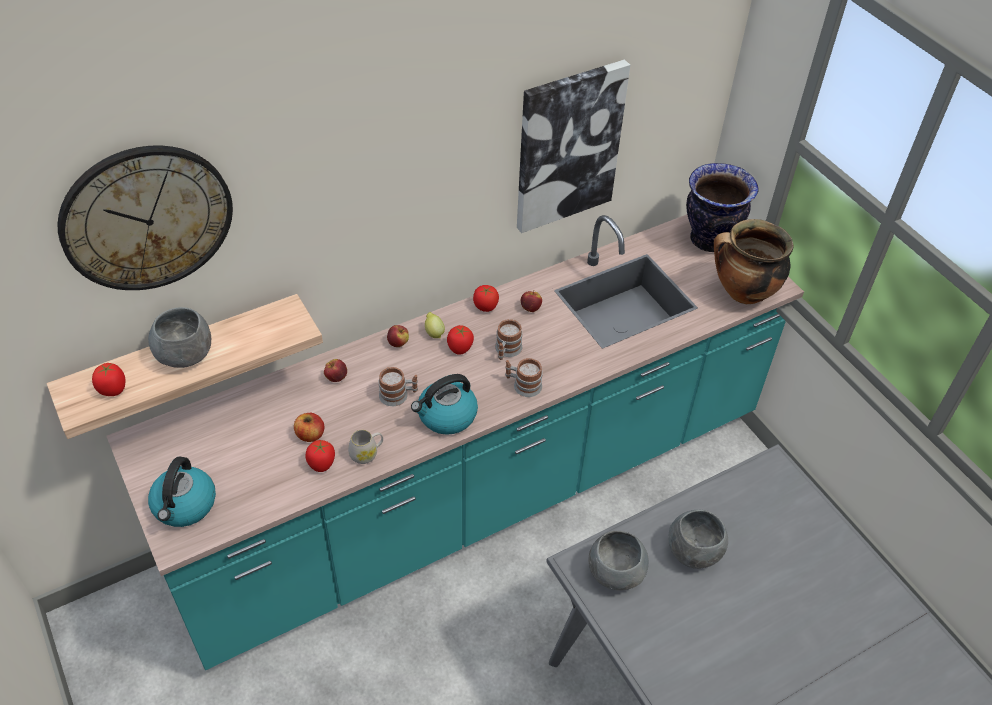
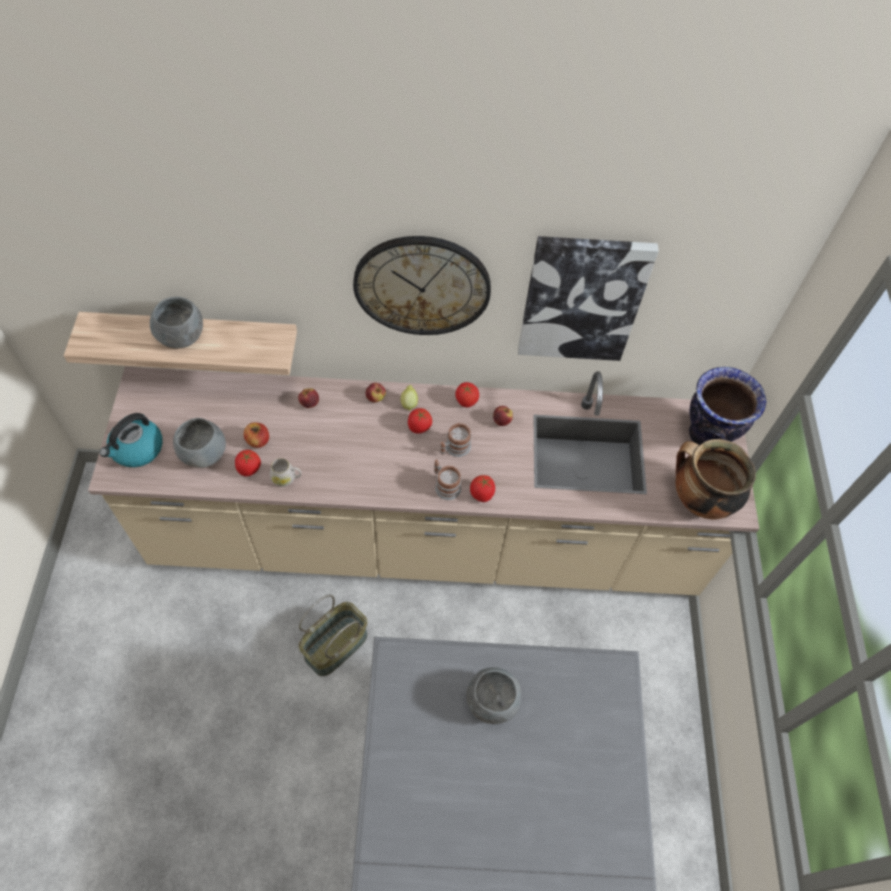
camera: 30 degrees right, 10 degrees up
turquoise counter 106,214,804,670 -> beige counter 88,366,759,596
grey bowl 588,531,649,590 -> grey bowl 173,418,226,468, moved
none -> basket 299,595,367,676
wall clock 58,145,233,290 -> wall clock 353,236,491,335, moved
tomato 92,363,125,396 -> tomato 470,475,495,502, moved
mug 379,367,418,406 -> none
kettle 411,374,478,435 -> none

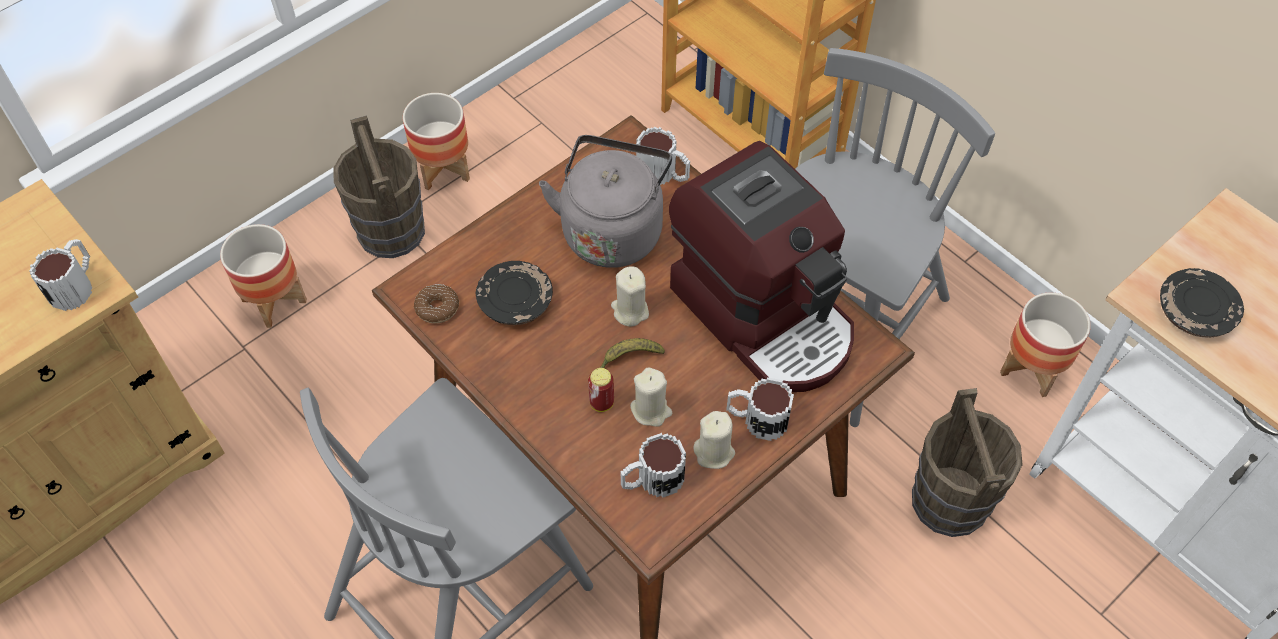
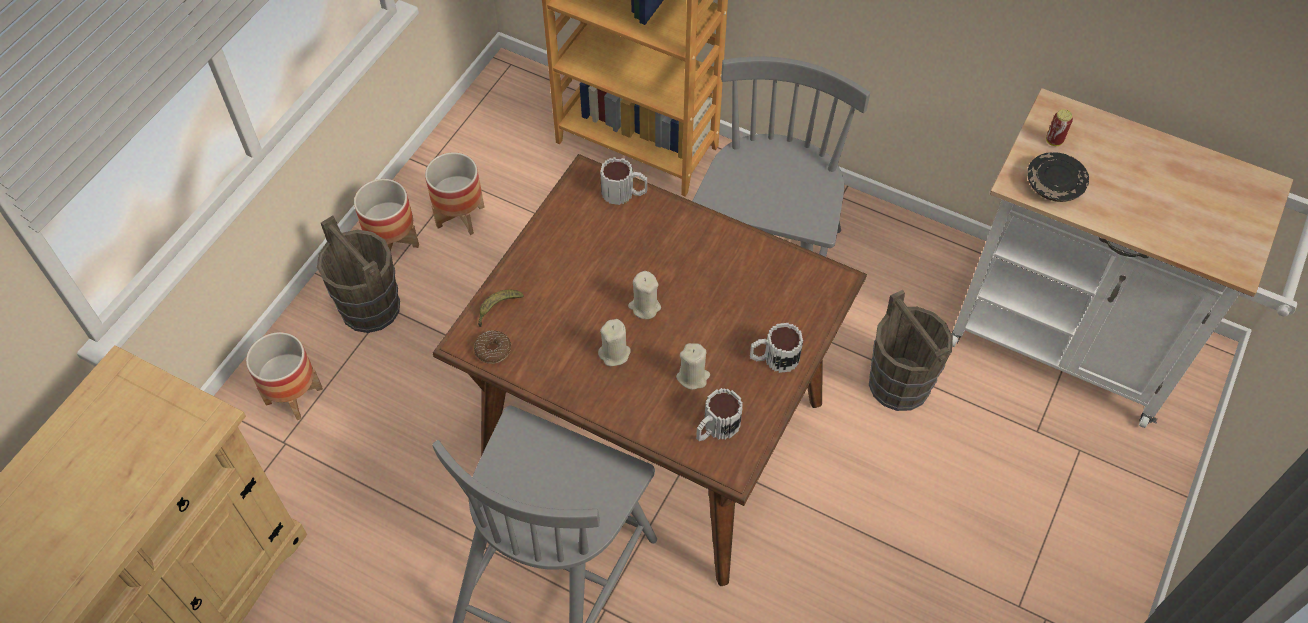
camera: 20 degrees left, 0 degrees up
planter 1000,292,1091,397 -> planter 425,152,485,235, moved
banana 600,338,665,368 -> banana 478,290,524,327, moved
beige candle 694,411,735,469 -> beige candle 598,319,631,366, moved
can 588,368,614,412 -> can 1046,109,1073,146, moved
mug 29,239,92,311 -> none
black plate 476,261,553,325 -> none
grey kettle 539,135,672,268 -> none
coffee machine 669,141,854,392 -> none

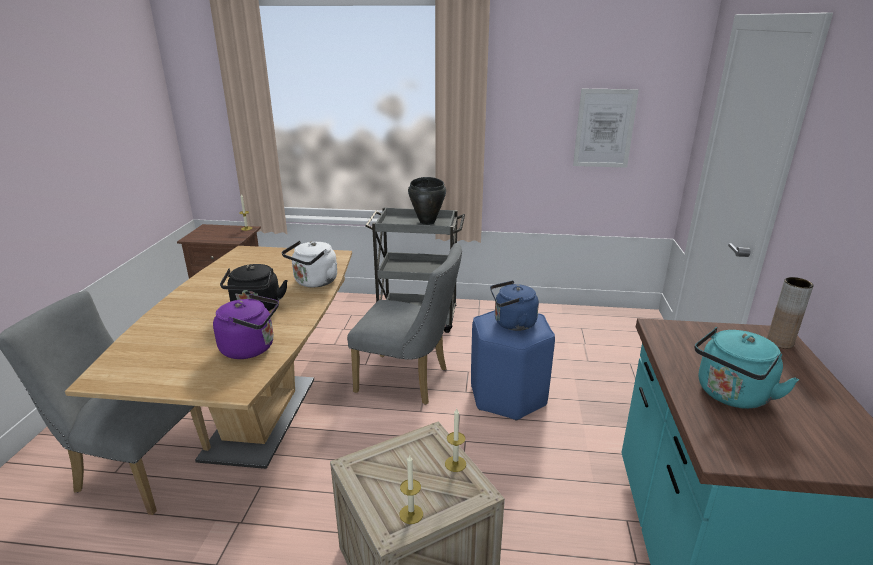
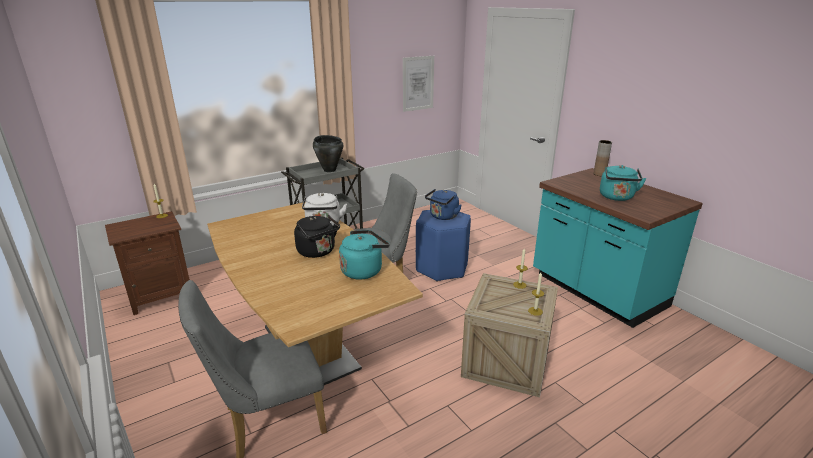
camera: 40 degrees left, 0 degrees up
purple kettle 213,294,279,359 -> turquoise kettle 339,230,390,280

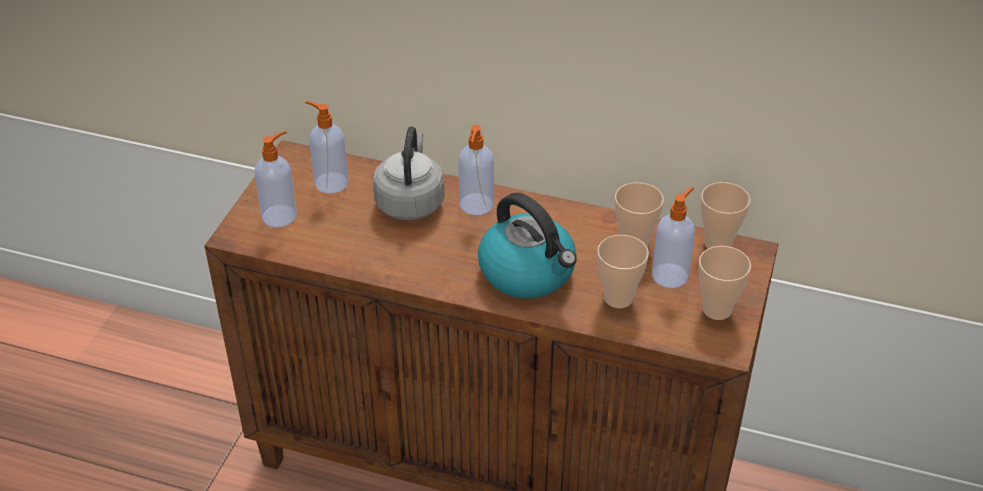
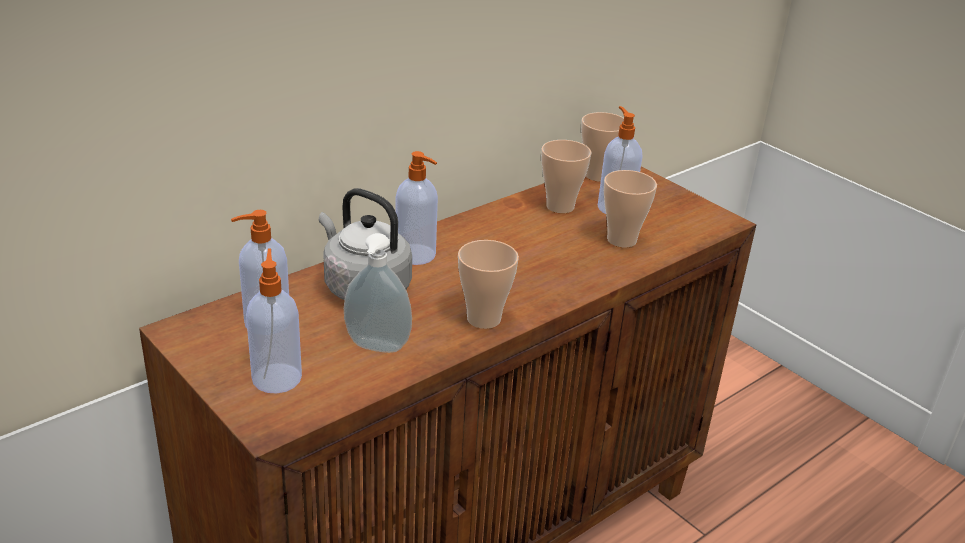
camera: 60 degrees left, 10 degrees down
none -> soap dispenser 344,233,412,353
cup 698,246,751,320 -> cup 458,240,519,329, moved
kettle 478,193,577,299 -> none

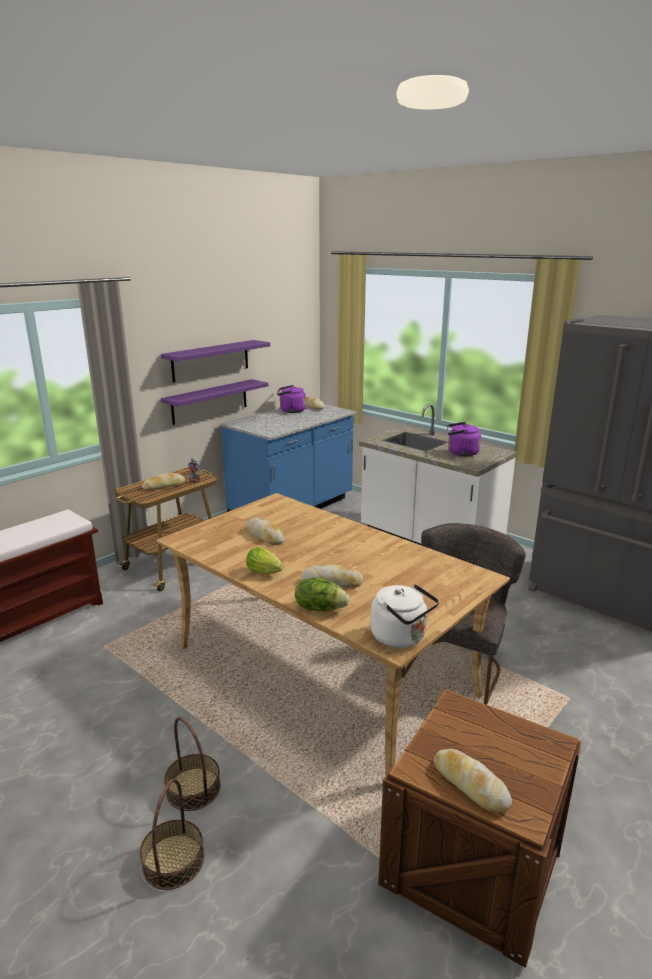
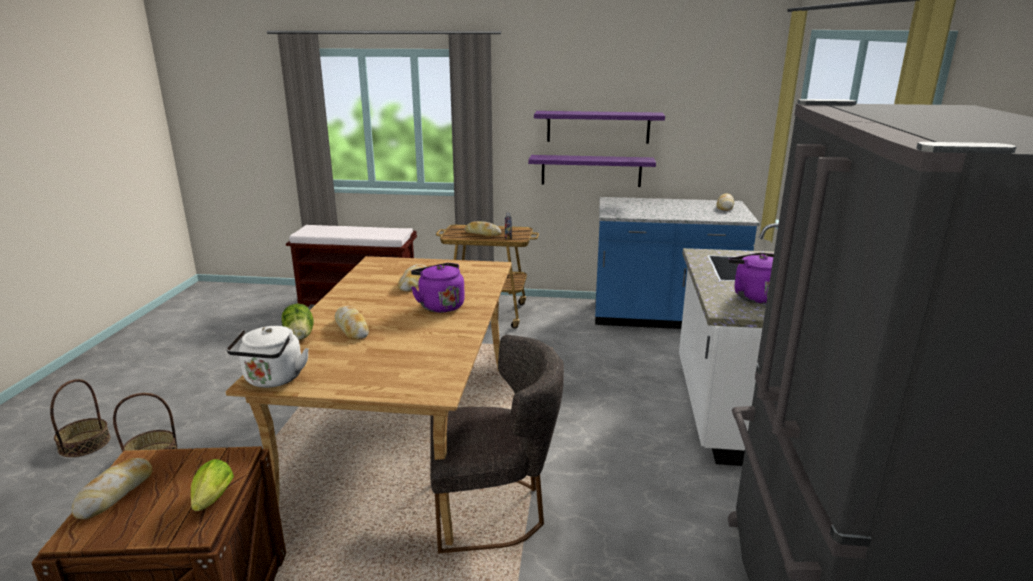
camera: 55 degrees right, 0 degrees up
basket 164,717,221,811 -> basket 50,379,111,457, moved
lettuce 246,547,284,574 -> lettuce 191,459,234,511, moved
purple kettle 277,385,306,413 -> purple kettle 411,263,465,313, moved

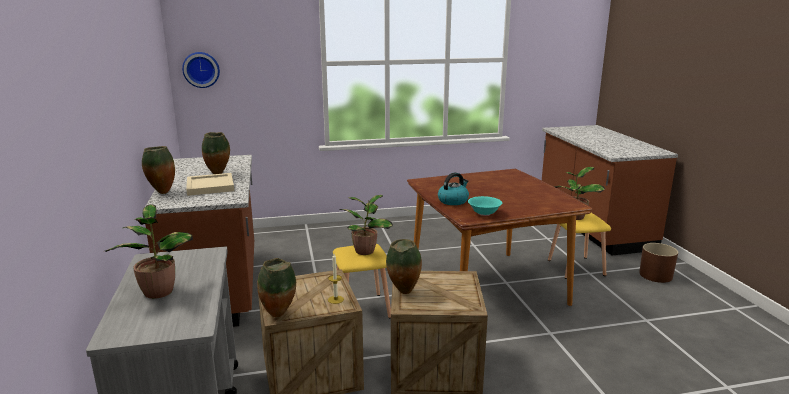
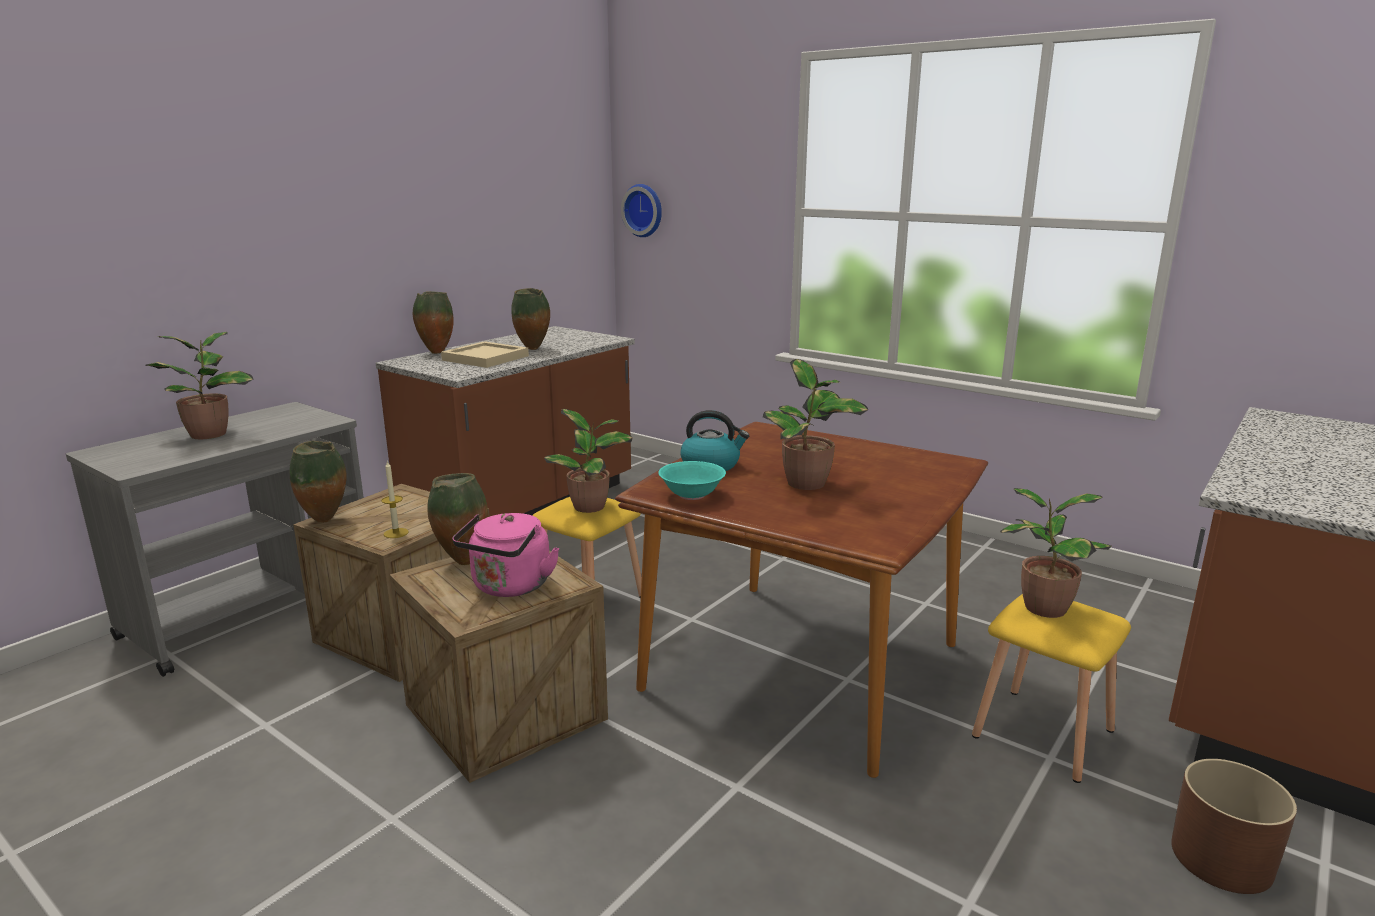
camera: 50 degrees right, 0 degrees up
none -> pink kettle 452,513,560,597
none -> potted plant 763,359,868,490

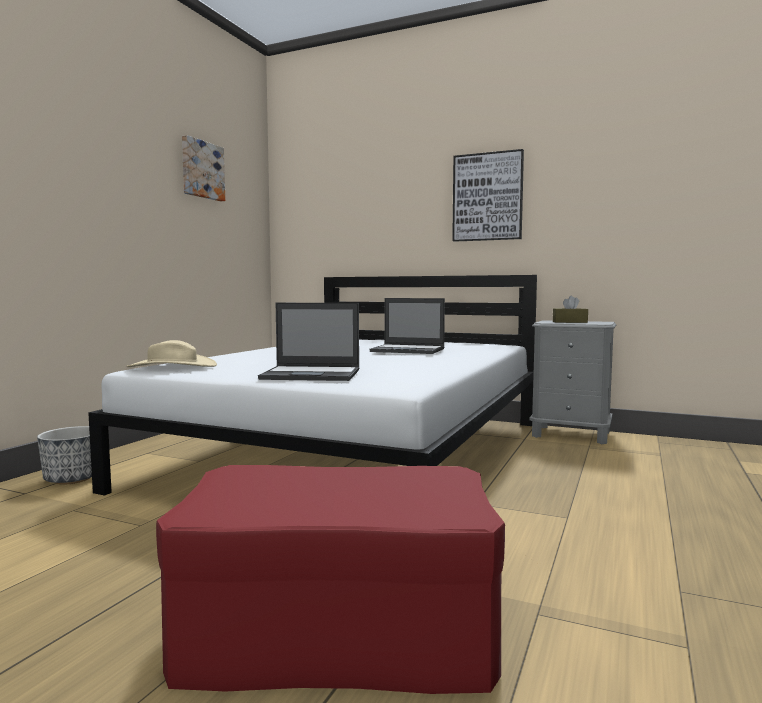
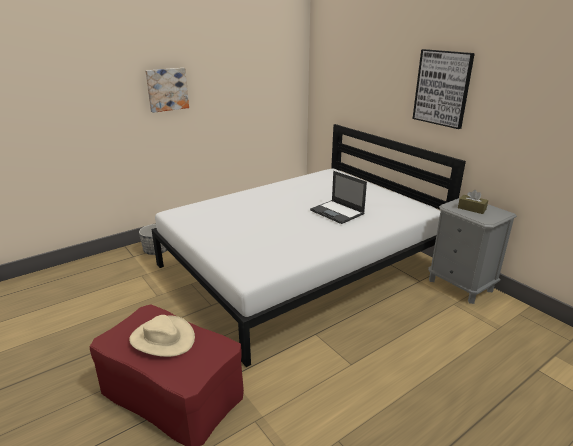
camera: 30 degrees right, 20 degrees up
beige hat 126,340,217,367 -> beige hat 129,315,195,357, moved
picture 182,135,225,201 -> picture 145,68,189,113, moved
laptop 258,303,359,381 -> none

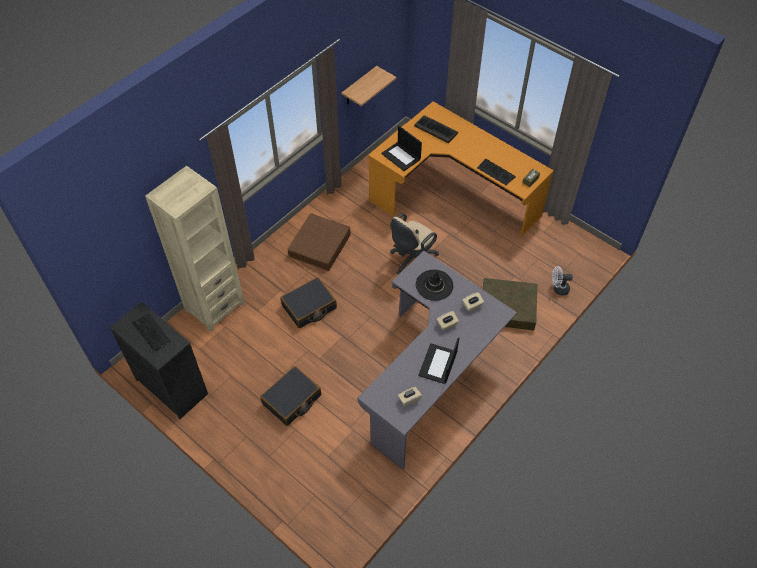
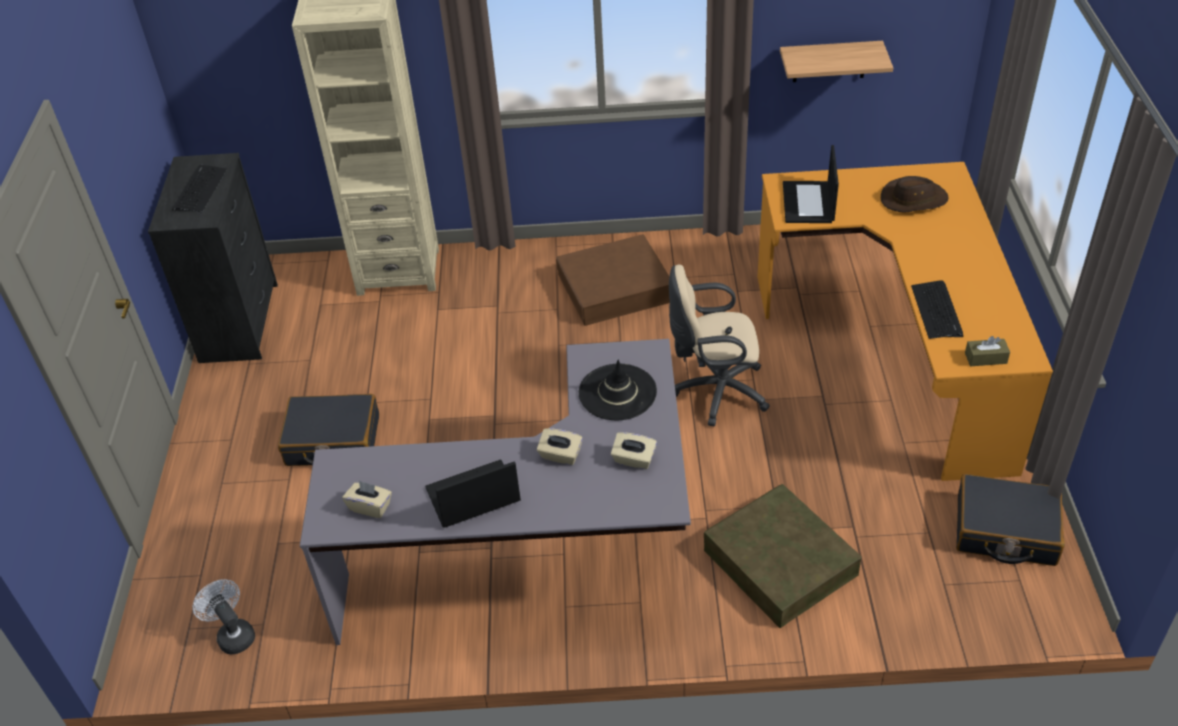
camera: 50 degrees right, 10 degrees down
white fan 552,266,573,295 -> white fan 193,579,255,654, moved
keyboard 414,115,458,144 -> brown hat 881,176,949,213
black suitcase 280,277,337,328 -> black suitcase 956,474,1065,566, moved

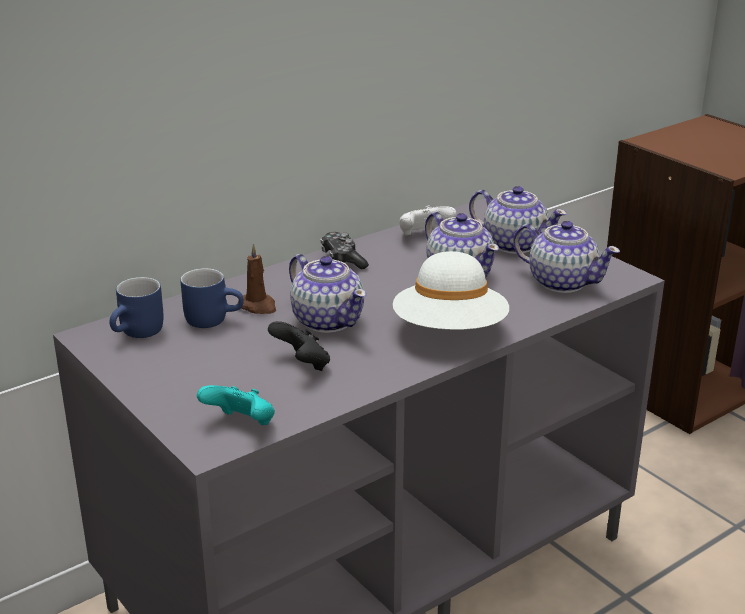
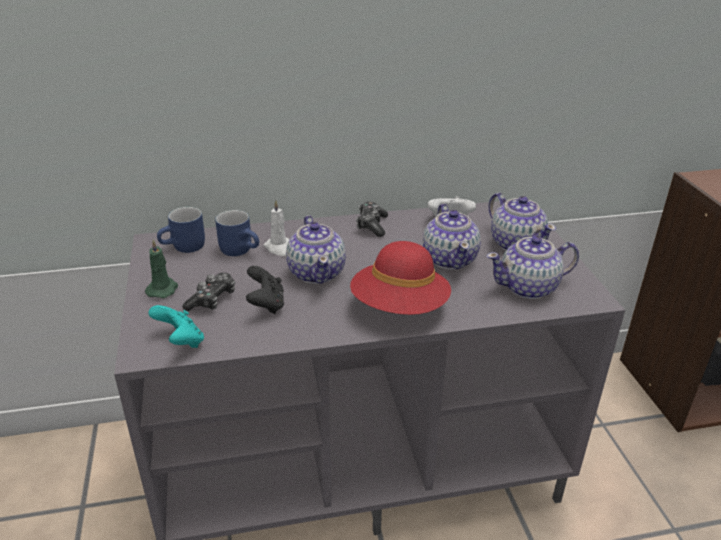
camera: 25 degrees right, 5 degrees up
none -> green candle 145,239,178,298
none -> game controller 182,273,235,311
brown candle 238,243,276,314 -> white candle 264,200,289,256
white hat 393,251,509,330 -> red hat 350,241,451,315
teapot 513,221,620,293 -> teapot 487,236,579,299, 105 degrees clockwise

